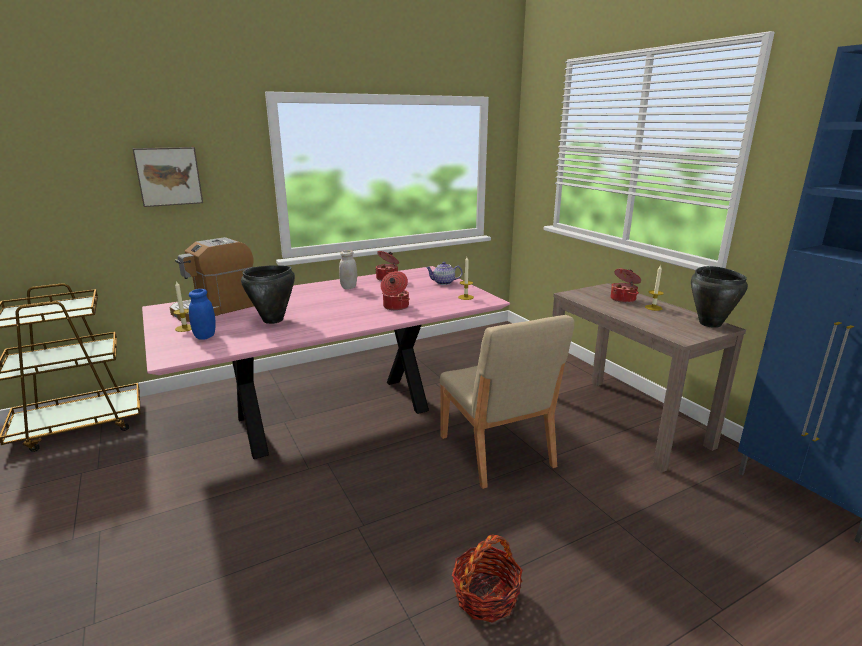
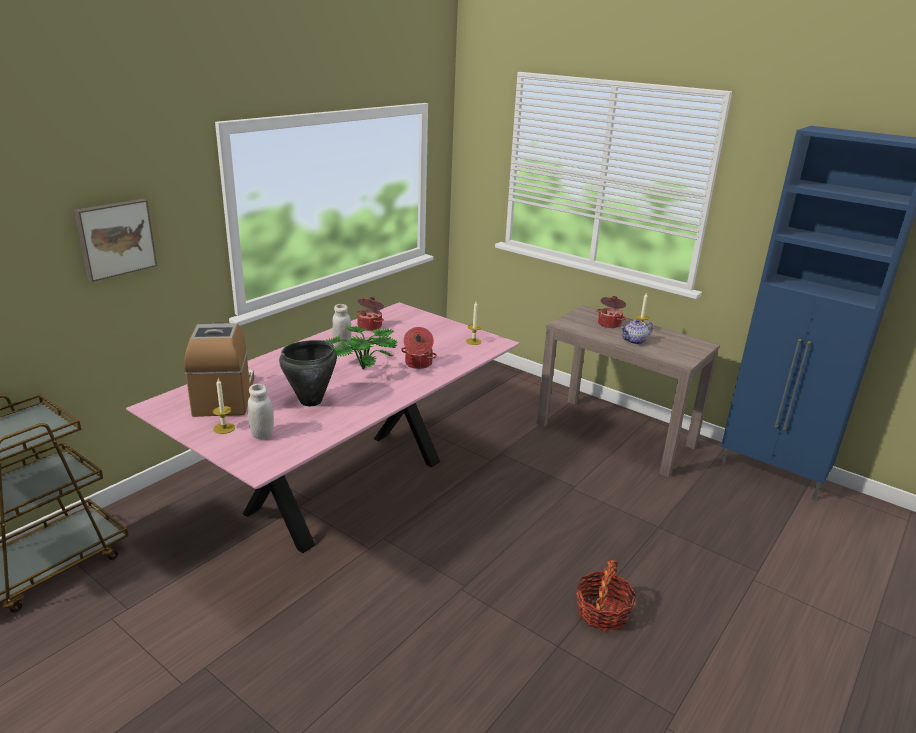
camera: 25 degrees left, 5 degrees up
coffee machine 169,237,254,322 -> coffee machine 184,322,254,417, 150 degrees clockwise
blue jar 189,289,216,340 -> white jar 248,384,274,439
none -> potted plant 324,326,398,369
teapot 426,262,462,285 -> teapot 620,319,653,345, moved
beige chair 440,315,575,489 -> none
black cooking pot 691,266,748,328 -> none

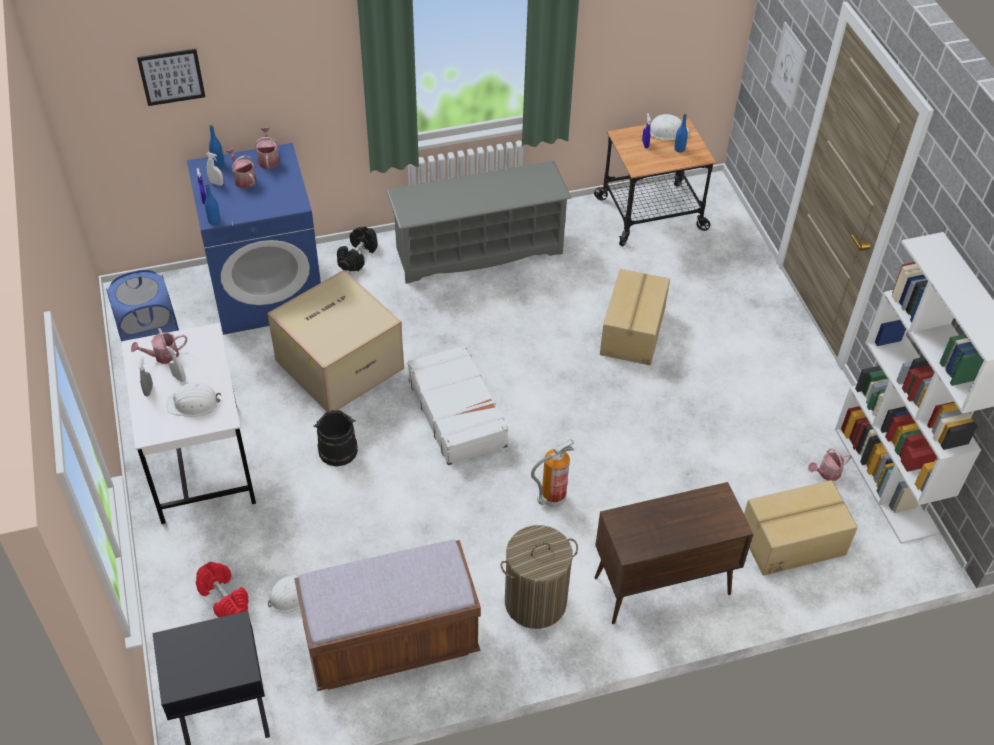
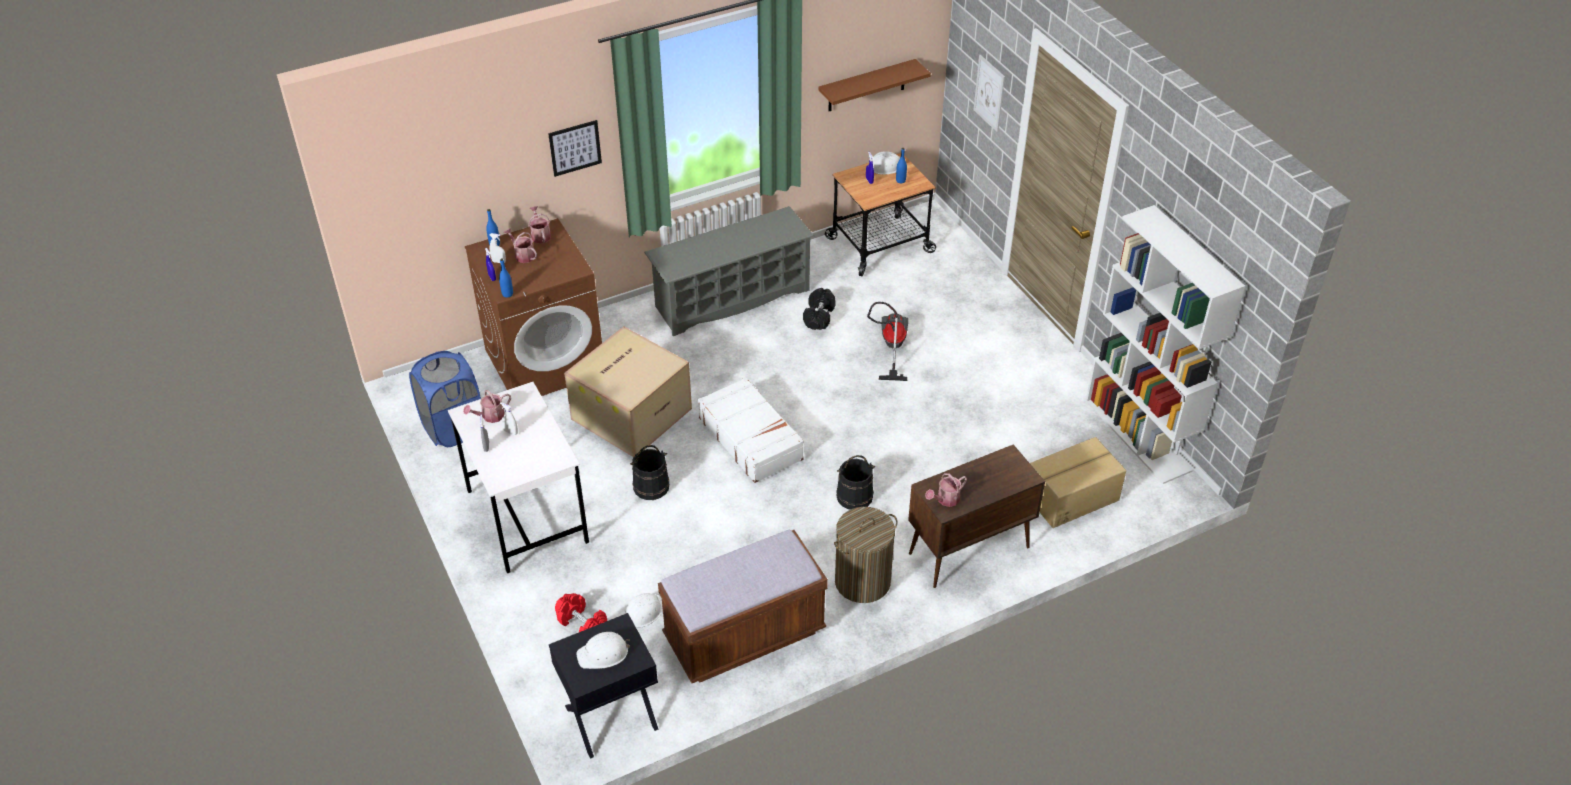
camera: 10 degrees left, 5 degrees down
blue washing machine 187,143,321,335 -> brown washing machine 465,218,602,396
picture 137,49,205,106 -> picture 548,120,602,177, moved
white hard hat 167,382,225,417 -> white hard hat 576,632,630,669, moved
black dumbbell 337,226,378,271 -> black dumbbell 803,288,836,330, moved
none -> brown shelf 818,59,931,111
fire extinguisher 531,439,574,507 -> black bucket 836,455,875,510
cardboard box 600,269,670,365 -> vacuum cleaner 867,302,908,381
watering can 808,448,852,481 -> watering can 925,473,967,507, moved

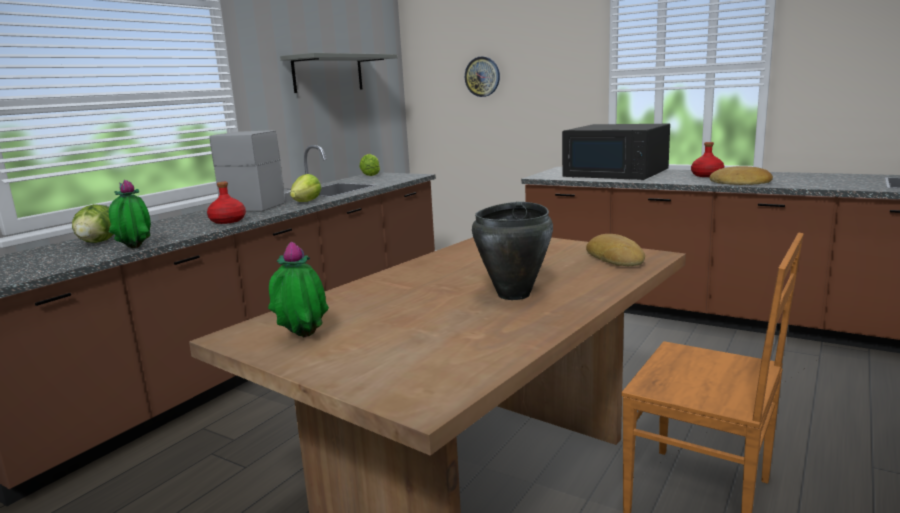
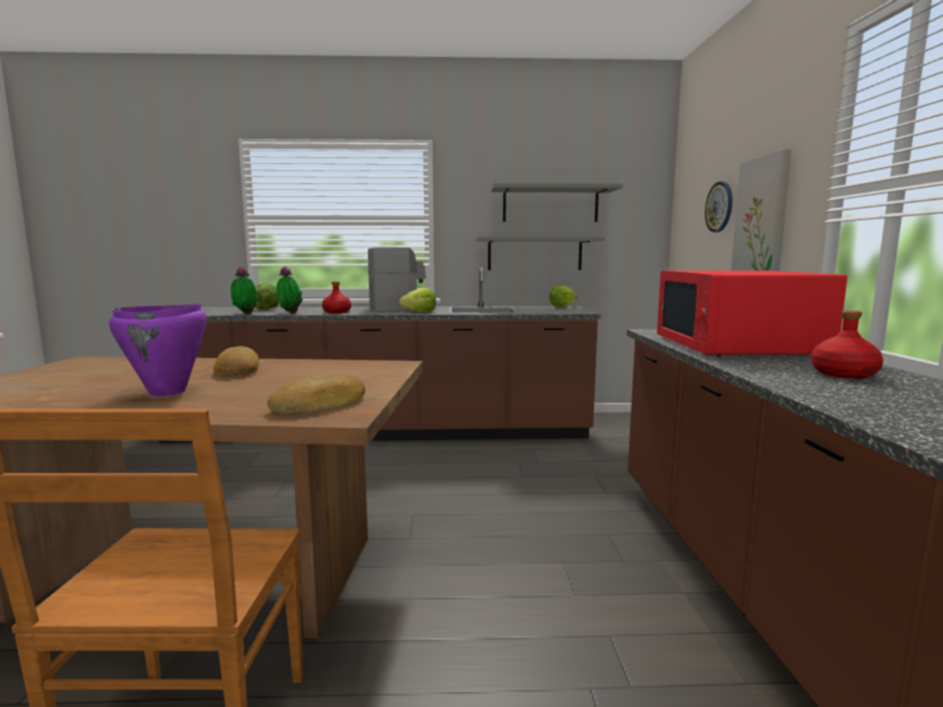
camera: 55 degrees right, 5 degrees down
black cooking pot 472,202,553,300 -> purple cooking pot 109,303,207,396
bread 709,166,773,185 -> bread 213,346,259,376, moved
potted plant 268,242,329,337 -> potted plant 276,266,303,313, moved
none -> grey shelf 476,236,605,270
black microwave 562,124,670,180 -> red microwave 657,271,847,357
none -> picture 731,149,792,271

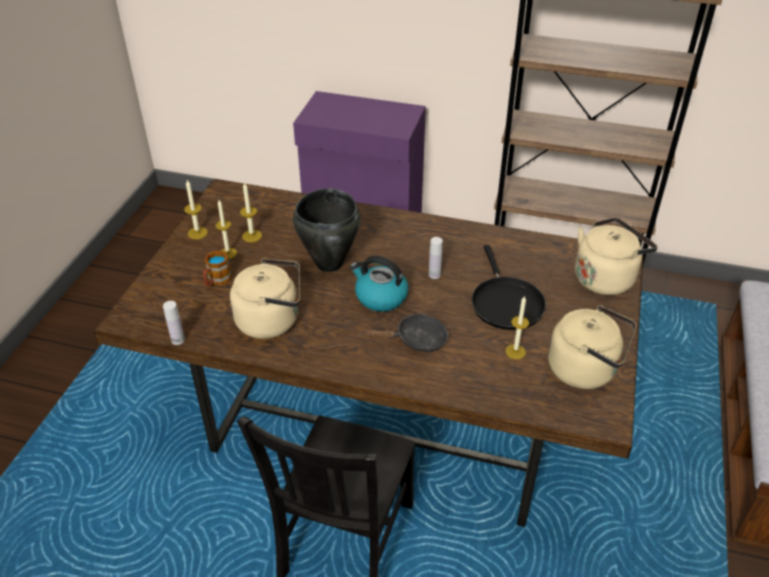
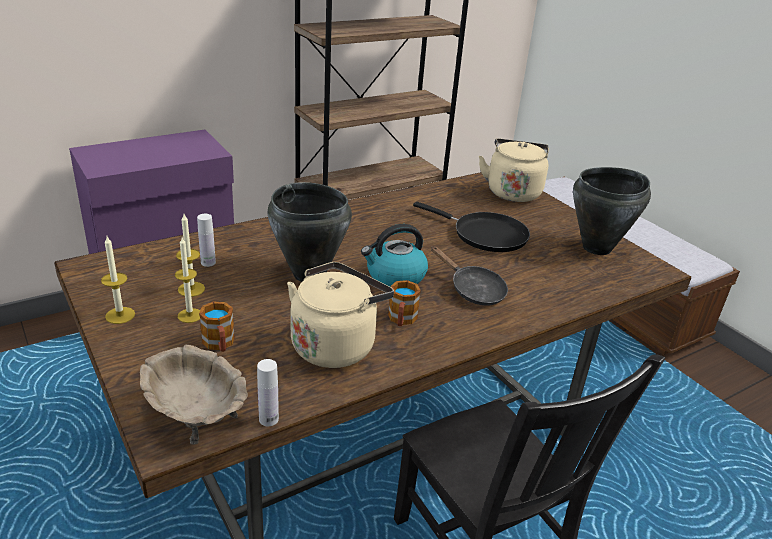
camera: 50 degrees left, 10 degrees down
none -> beige bowl 140,345,248,444
white bottle 429,237,443,279 -> white bottle 197,214,216,267, moved
none -> mug 388,280,421,326
black frying pan 360,314,448,352 -> black frying pan 431,246,508,306, 105 degrees clockwise
beige kettle 548,305,636,389 -> black cooking pot 573,167,651,255
candle 505,296,529,359 -> none

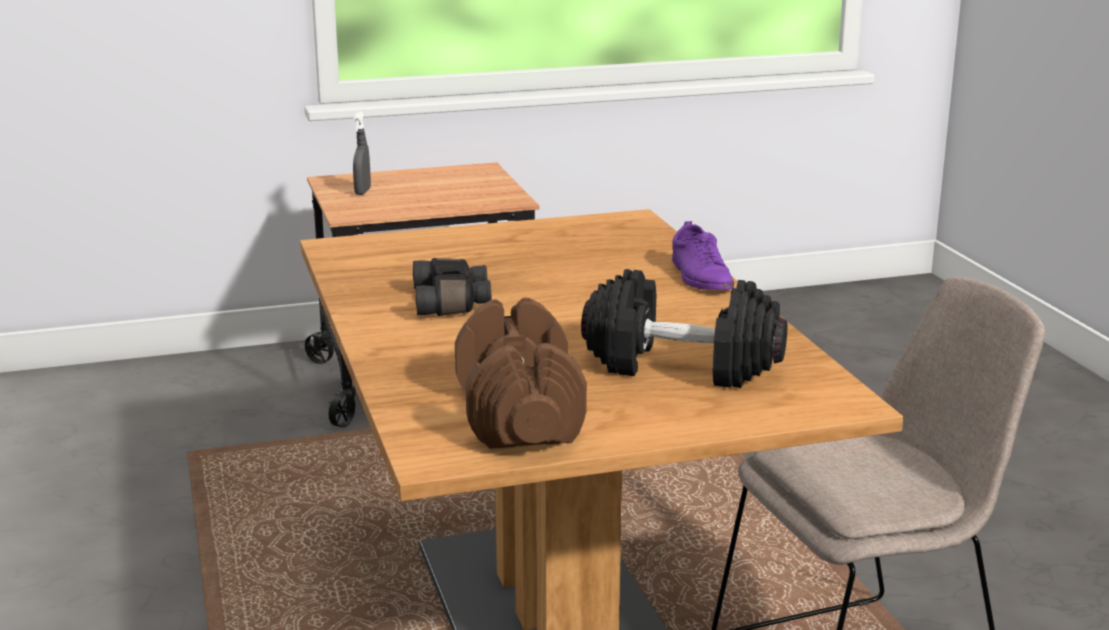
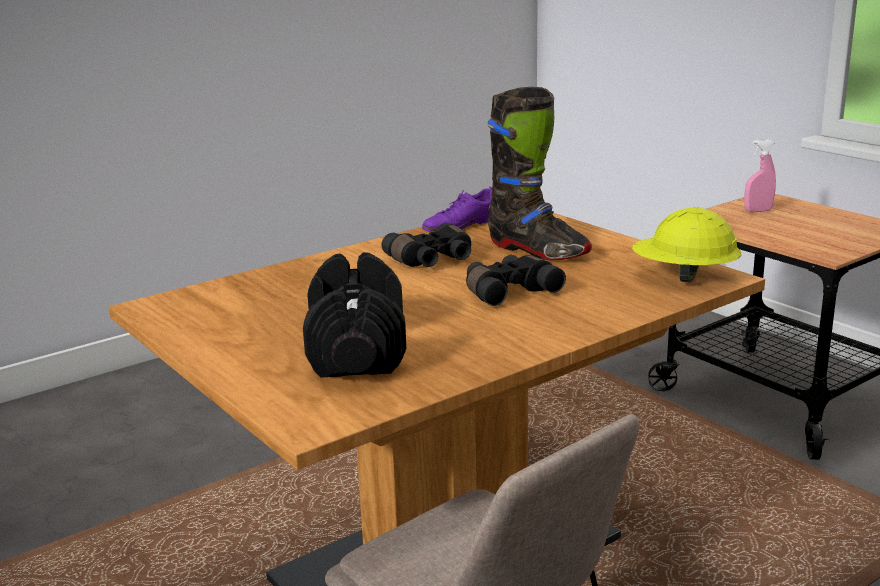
camera: 70 degrees right, 0 degrees up
purple shoe 672,221,734,290 -> purple shoe 422,186,492,232, moved
none -> black binoculars 466,255,566,306
none -> black boot 488,87,592,260
none -> yellow hard hat 632,207,741,282
grey spray bottle 353,111,371,195 -> pink spray bottle 745,139,776,212
brown dumbbell 455,298,587,449 -> none

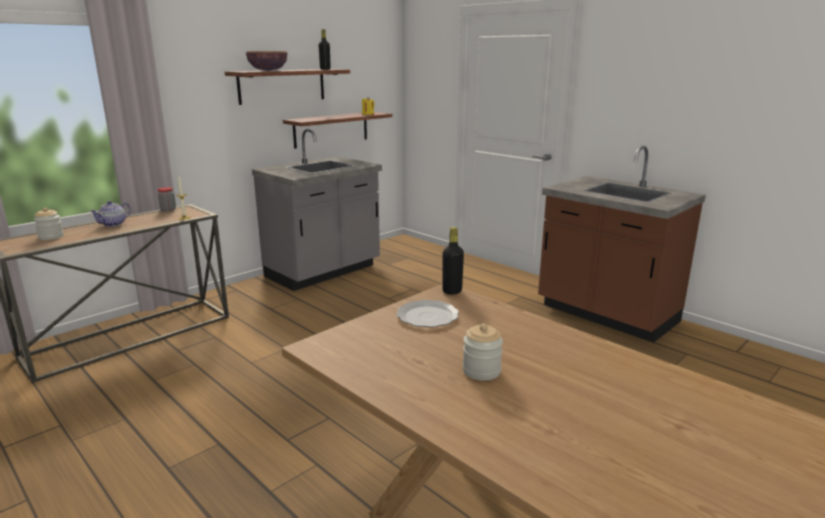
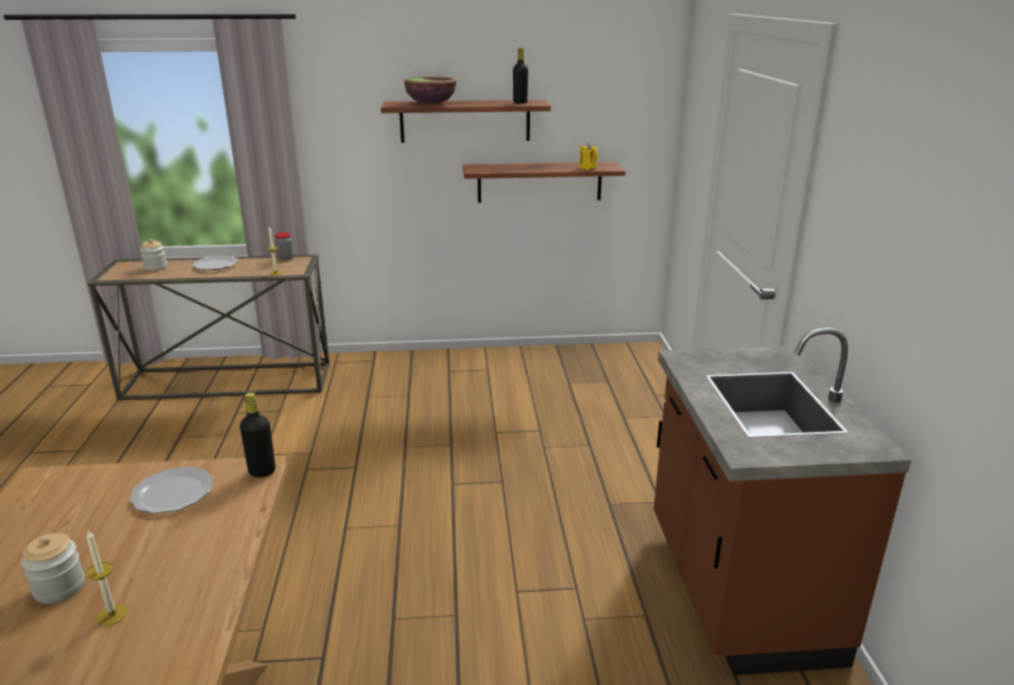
camera: 40 degrees right, 5 degrees up
none -> candle 86,531,128,626
teapot 90,201,131,227 -> plate 193,255,238,270
grey counter 252,129,382,291 -> none

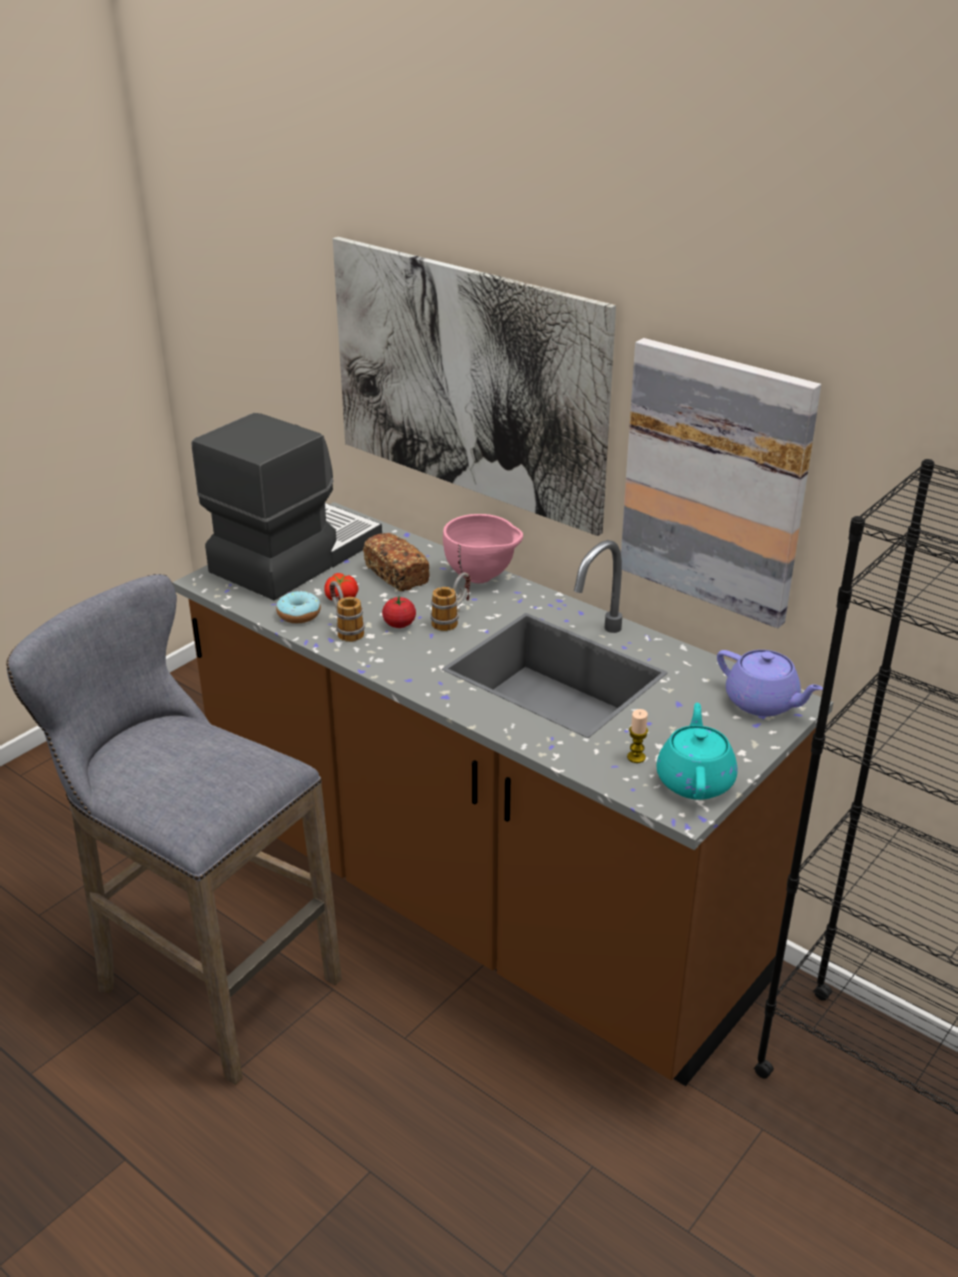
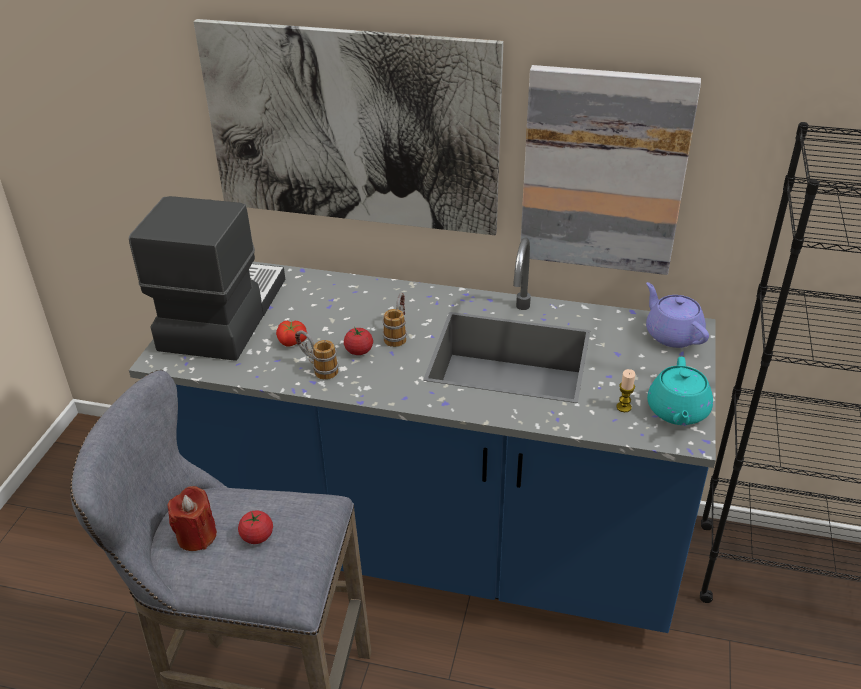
camera: 25 degrees left, 5 degrees up
brown counter 172,502,834,1086 -> blue counter 129,238,716,633
none -> red candle 167,486,217,551
none -> tomato 238,511,273,544
purple teapot 717,650,823,716 -> purple teapot 646,282,709,348, 135 degrees counterclockwise
turquoise teapot 656,703,737,800 -> turquoise teapot 647,357,713,425, 150 degrees counterclockwise
donut 276,591,321,623 -> none
bread 363,533,430,591 -> none
pink bowl 443,514,523,583 -> none

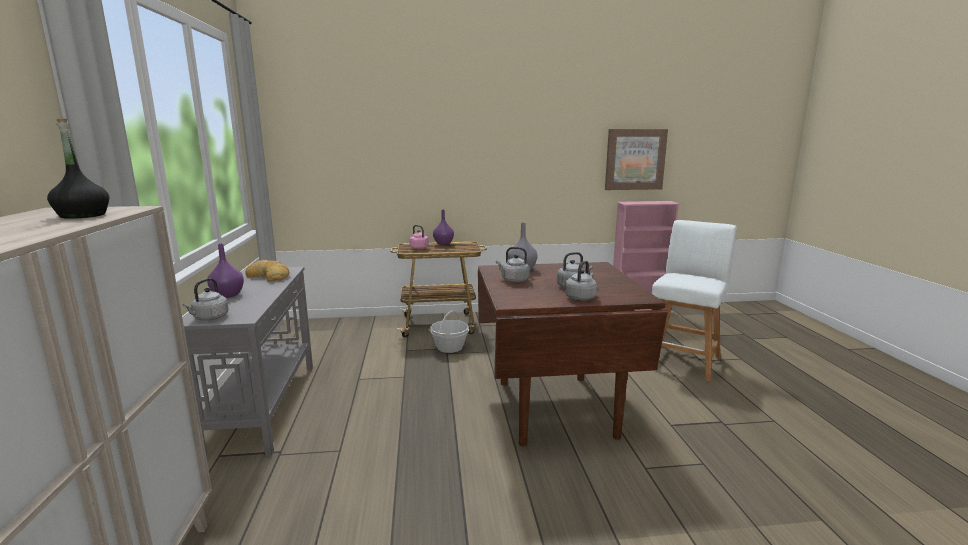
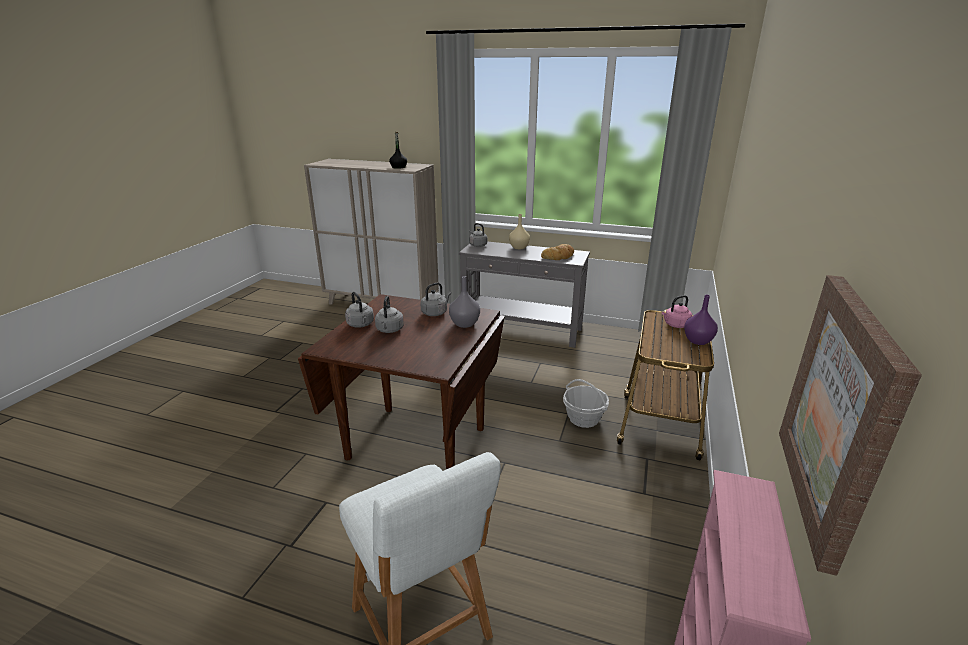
camera: 115 degrees right, 10 degrees up
purple vase 207,243,244,298 -> beige vase 509,214,530,249

